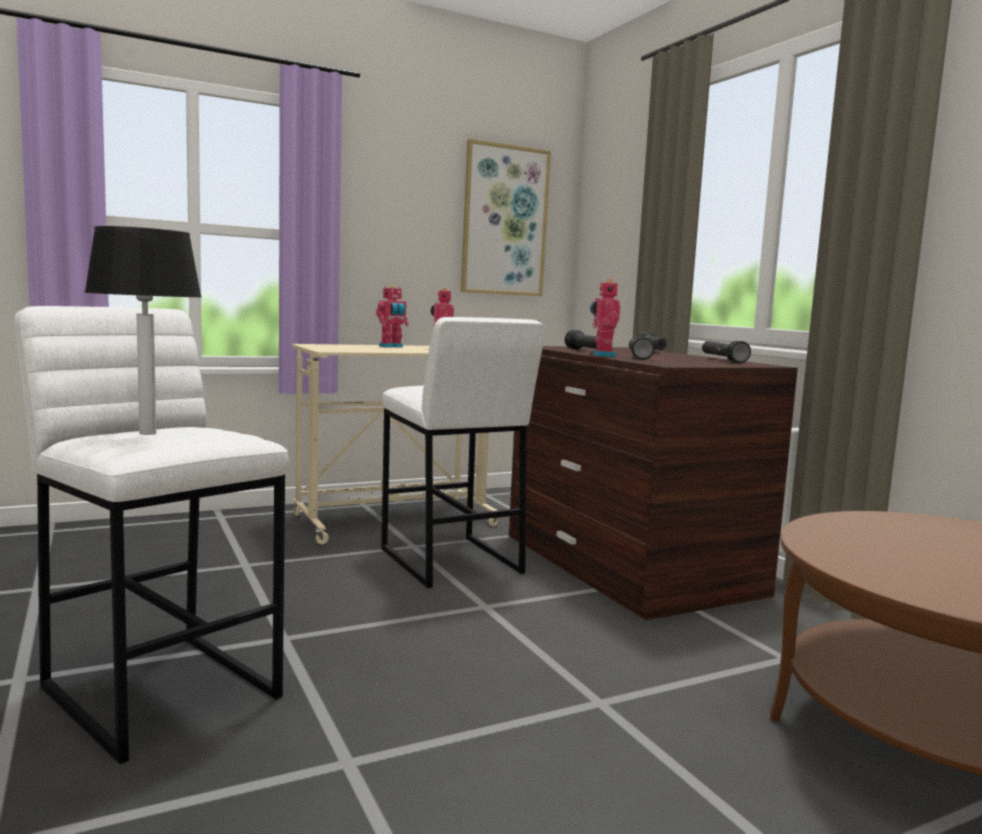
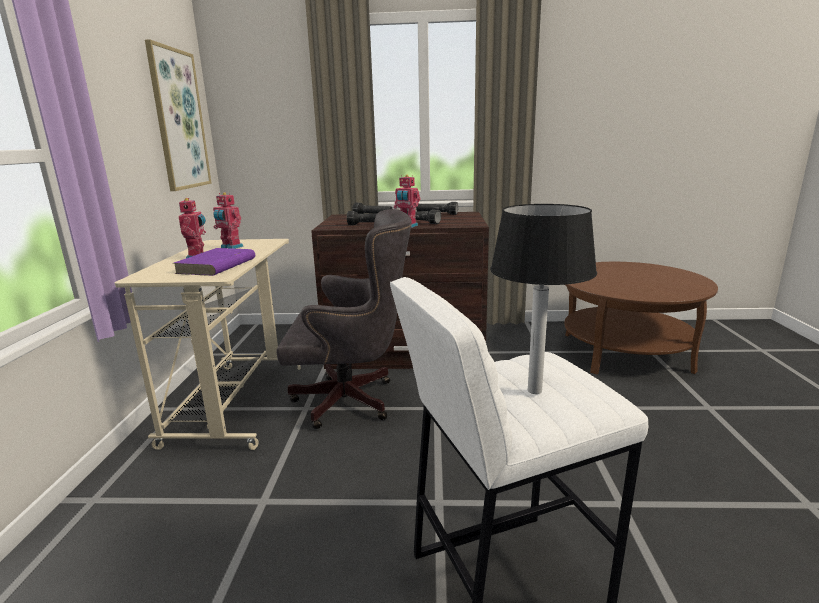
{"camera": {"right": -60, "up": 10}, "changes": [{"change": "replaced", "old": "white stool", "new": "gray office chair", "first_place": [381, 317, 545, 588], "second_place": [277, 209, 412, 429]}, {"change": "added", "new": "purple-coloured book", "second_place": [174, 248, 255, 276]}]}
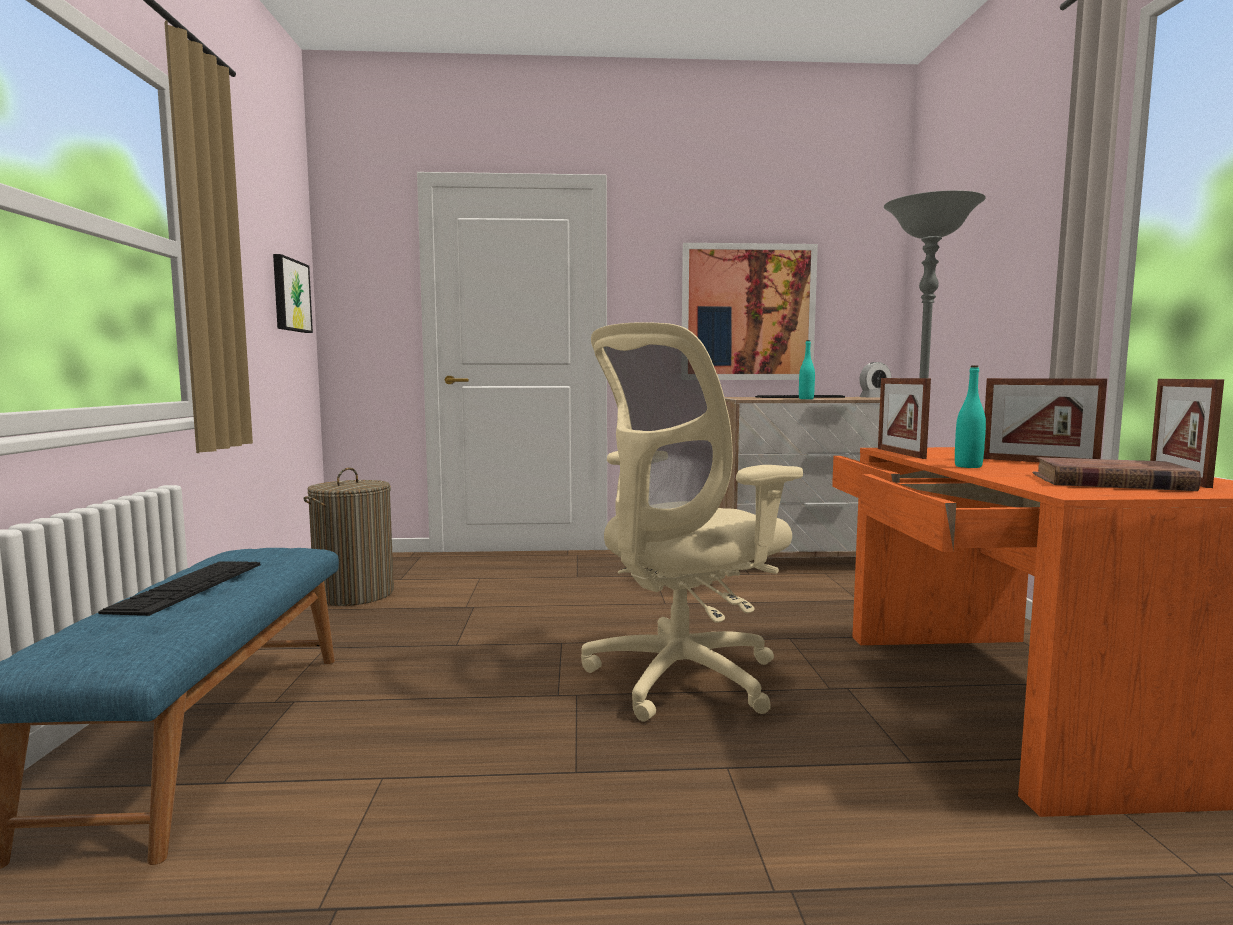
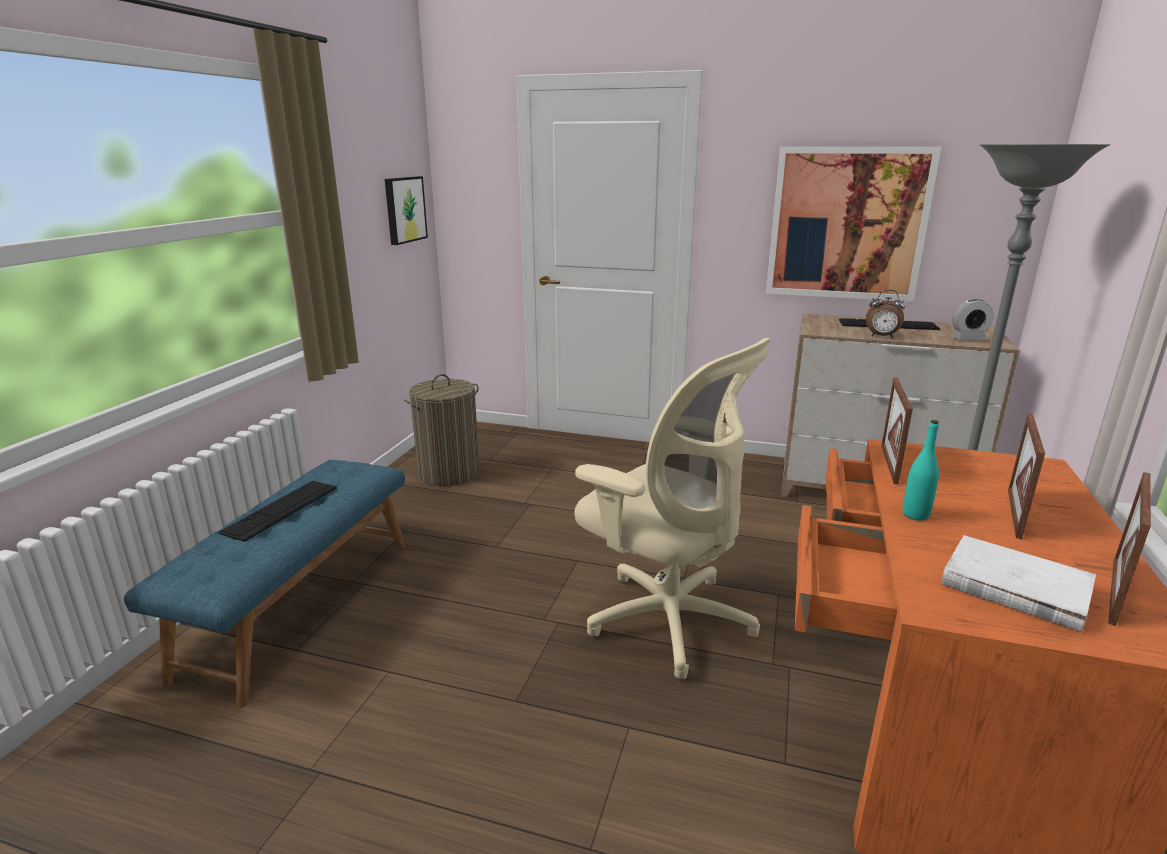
{"camera": {"right": 20, "up": 15}, "changes": [{"change": "turned", "old": "sand-coloured office chair", "first_place": [581, 322, 803, 722], "second_place": [575, 338, 771, 679], "degrees": -120}, {"change": "replaced", "old": "turquoise beverage bottle", "new": "table clock", "first_place": [799, 340, 815, 399], "second_place": [866, 290, 905, 338]}, {"change": "turned", "old": "photo frame", "first_place": [983, 378, 1107, 462], "second_place": [1008, 414, 1045, 539], "degrees": 60}, {"change": "recoloured", "old": "brown-coloured book", "new": "white book", "first_place": [1033, 457, 1201, 491], "second_place": [941, 535, 1096, 632]}]}
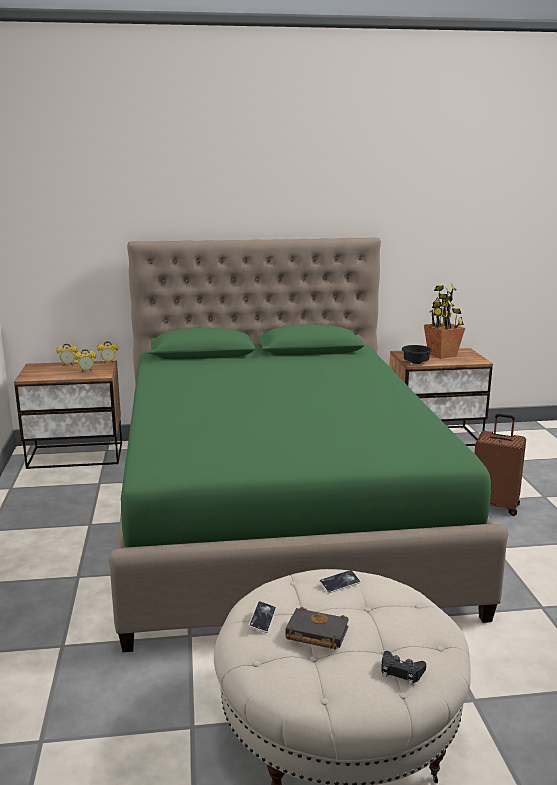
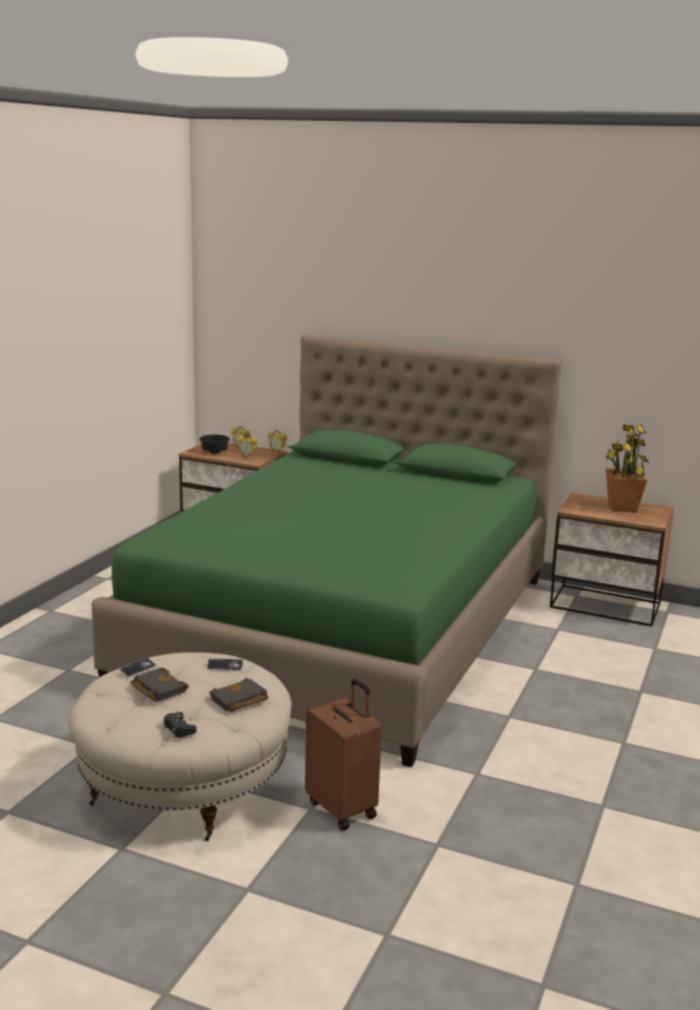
{"camera": {"right": 30, "up": 0}, "changes": [{"change": "moved", "old": "black deep dish", "first_place": [402, 345, 432, 364], "second_place": [199, 435, 230, 454]}, {"change": "moved", "old": "brown-coloured piece of luggage", "first_place": [475, 414, 526, 516], "second_place": [305, 679, 382, 830]}, {"change": "added", "new": "black book", "second_place": [209, 678, 268, 712]}]}
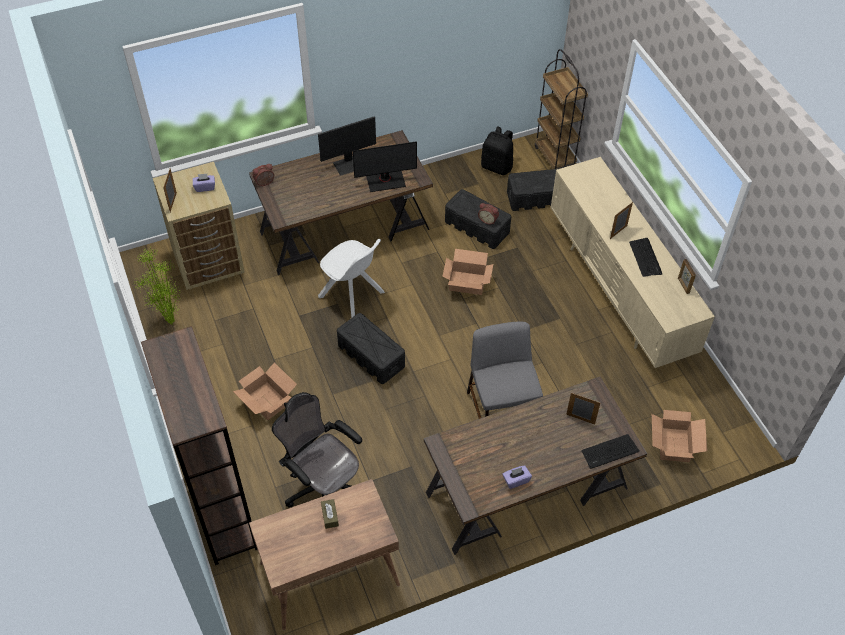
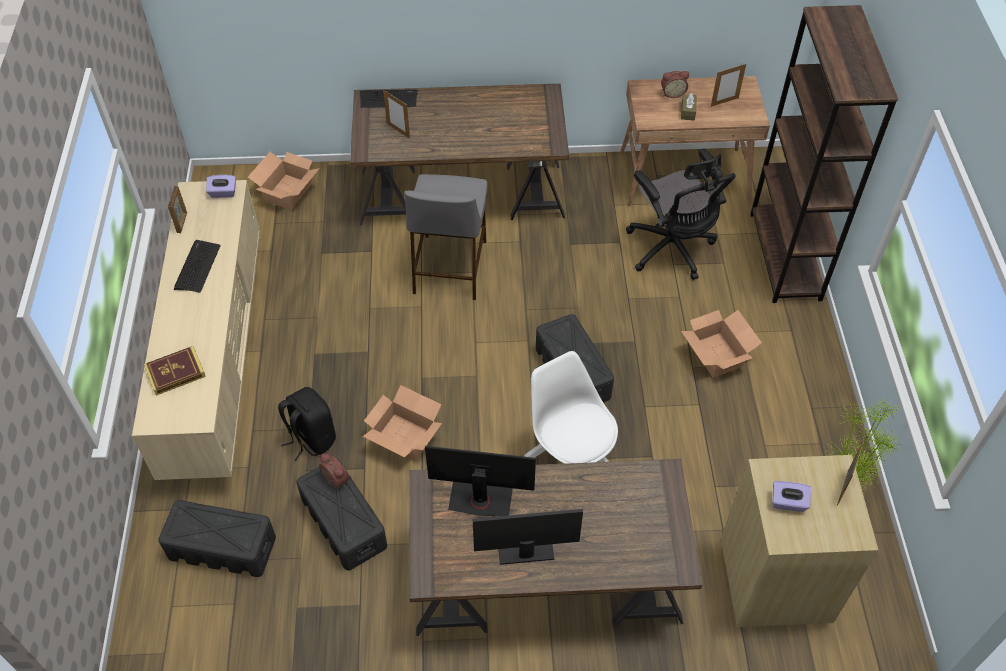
{"camera": {"right": -160, "up": 0}, "changes": [{"change": "moved", "old": "table clock", "first_place": [252, 164, 274, 186], "second_place": [661, 71, 689, 98]}, {"change": "moved", "old": "black rucksack", "first_place": [481, 126, 513, 175], "second_place": [278, 387, 336, 461]}, {"change": "moved", "old": "purple-coloured tissue box", "first_place": [503, 465, 532, 489], "second_place": [206, 175, 236, 198]}, {"change": "removed", "old": "brown-coloured trolley", "first_place": [535, 49, 588, 169]}, {"change": "moved", "old": "photo frame", "first_place": [610, 202, 633, 239], "second_place": [711, 64, 746, 107]}, {"change": "added", "new": "book", "second_place": [144, 346, 206, 396]}]}
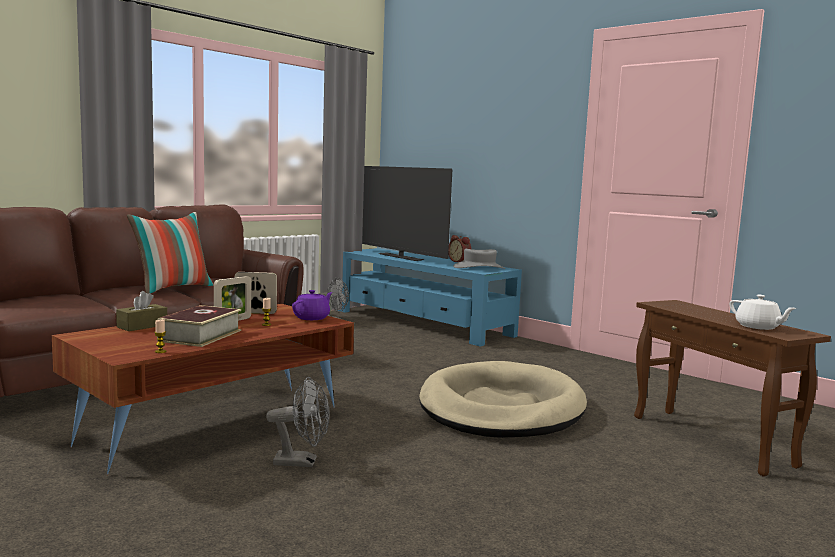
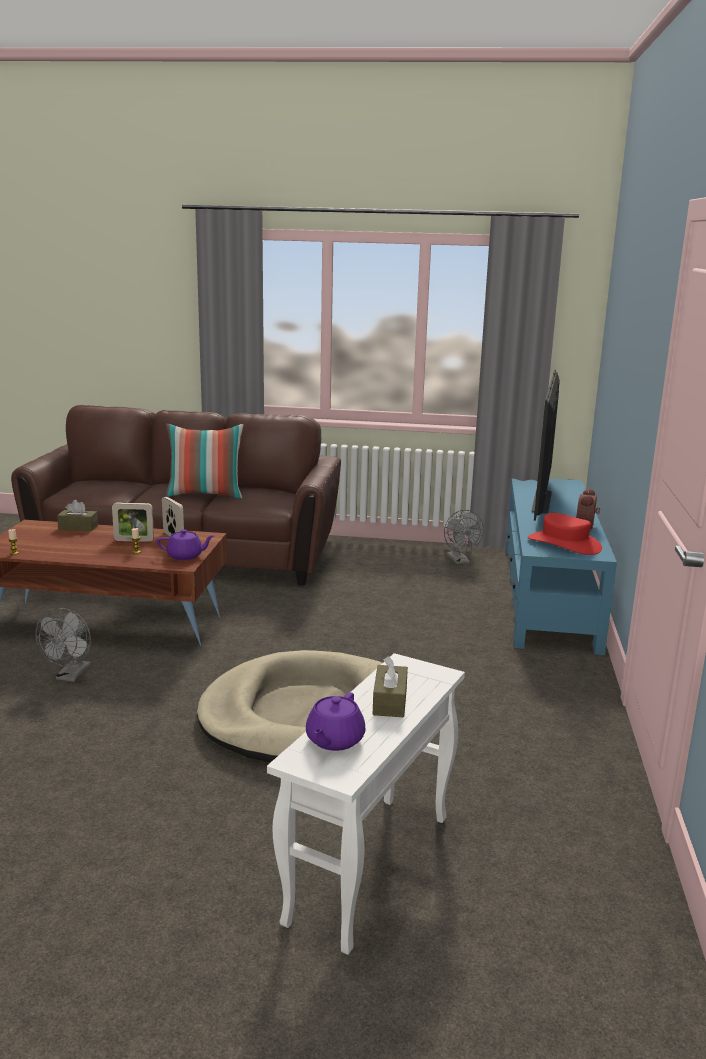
{"camera": {"right": 55, "up": 10}, "changes": [{"change": "removed", "old": "book", "first_place": [157, 305, 241, 347]}, {"change": "turned", "old": "gray electric fan", "first_place": [266, 377, 330, 467], "second_place": [35, 608, 91, 682], "degrees": 45}, {"change": "recoloured", "old": "gray hat", "new": "reddish hat", "first_place": [453, 249, 506, 269], "second_place": [528, 513, 602, 555]}, {"change": "recoloured", "old": "brown-coloured accent table", "new": "white accent table", "first_place": [634, 300, 831, 477], "second_place": [267, 653, 465, 955]}, {"change": "recoloured", "old": "white tea pot", "new": "purple-coloured tea pot", "first_place": [730, 295, 797, 330], "second_place": [306, 692, 366, 751]}, {"change": "added", "new": "brown-coloured tissue box", "second_place": [373, 656, 408, 717]}]}
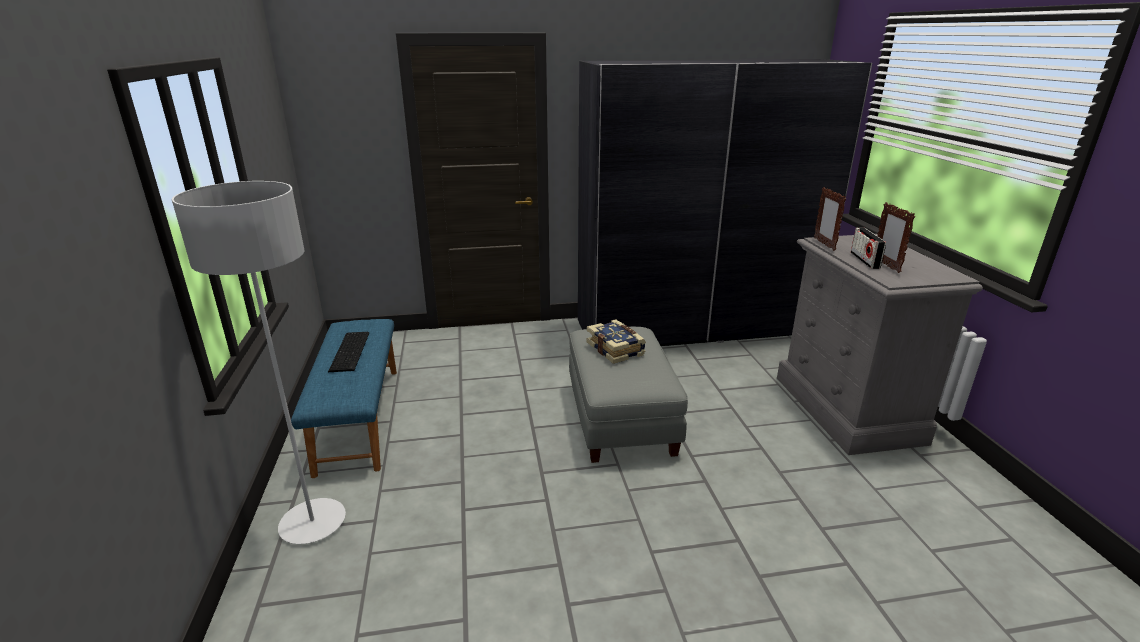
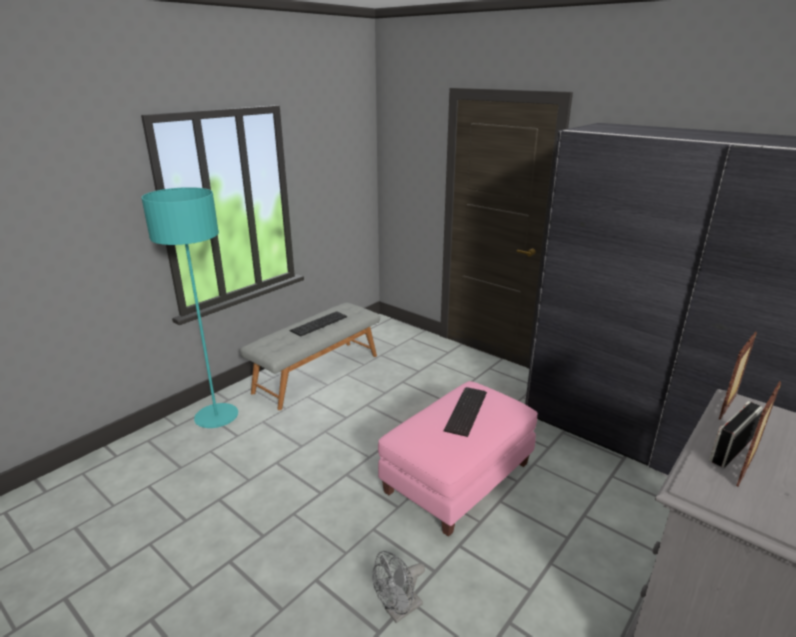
{"camera": {"right": 50, "up": 0}, "changes": [{"change": "recoloured", "old": "gray standing lamp", "new": "turquoise standing lamp", "first_place": [172, 181, 346, 544], "second_place": [141, 187, 238, 428]}, {"change": "recoloured", "old": "blue bench", "new": "gray bench", "first_place": [291, 319, 397, 478], "second_place": [240, 302, 380, 410]}, {"change": "recoloured", "old": "gray footrest", "new": "pink footrest", "first_place": [569, 327, 688, 463], "second_place": [378, 381, 538, 537]}, {"change": "replaced", "old": "book", "new": "keyboard", "first_place": [586, 319, 646, 364], "second_place": [443, 387, 487, 437]}, {"change": "added", "new": "gray electric fan", "second_place": [372, 551, 425, 623]}]}
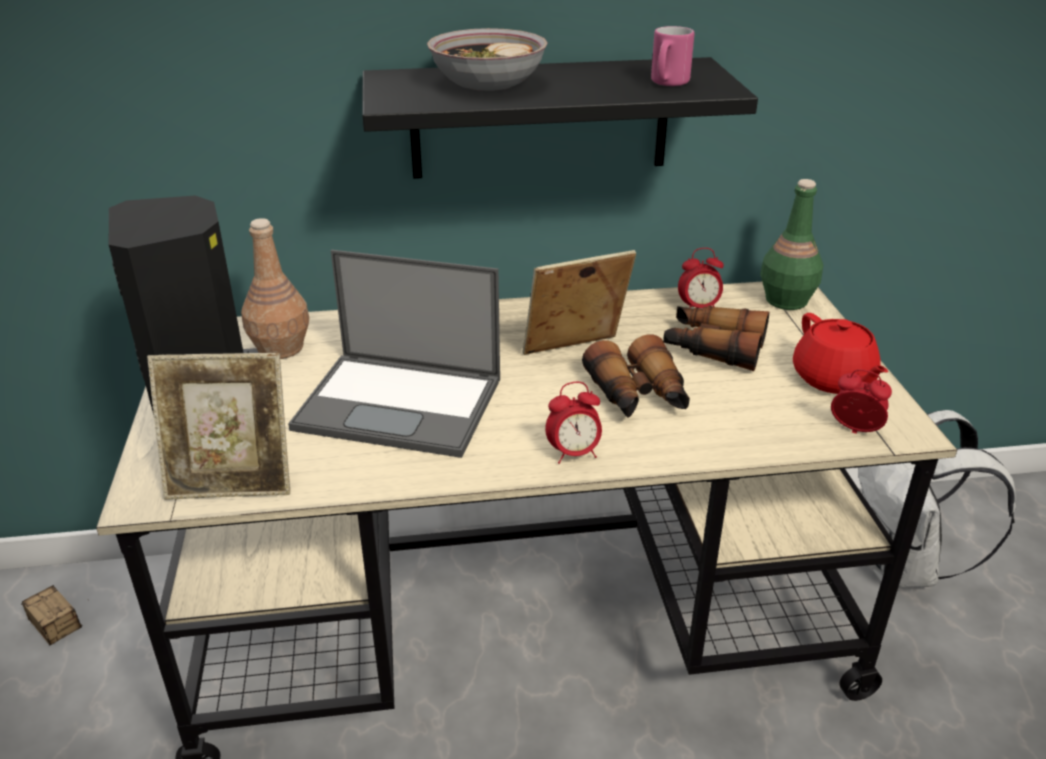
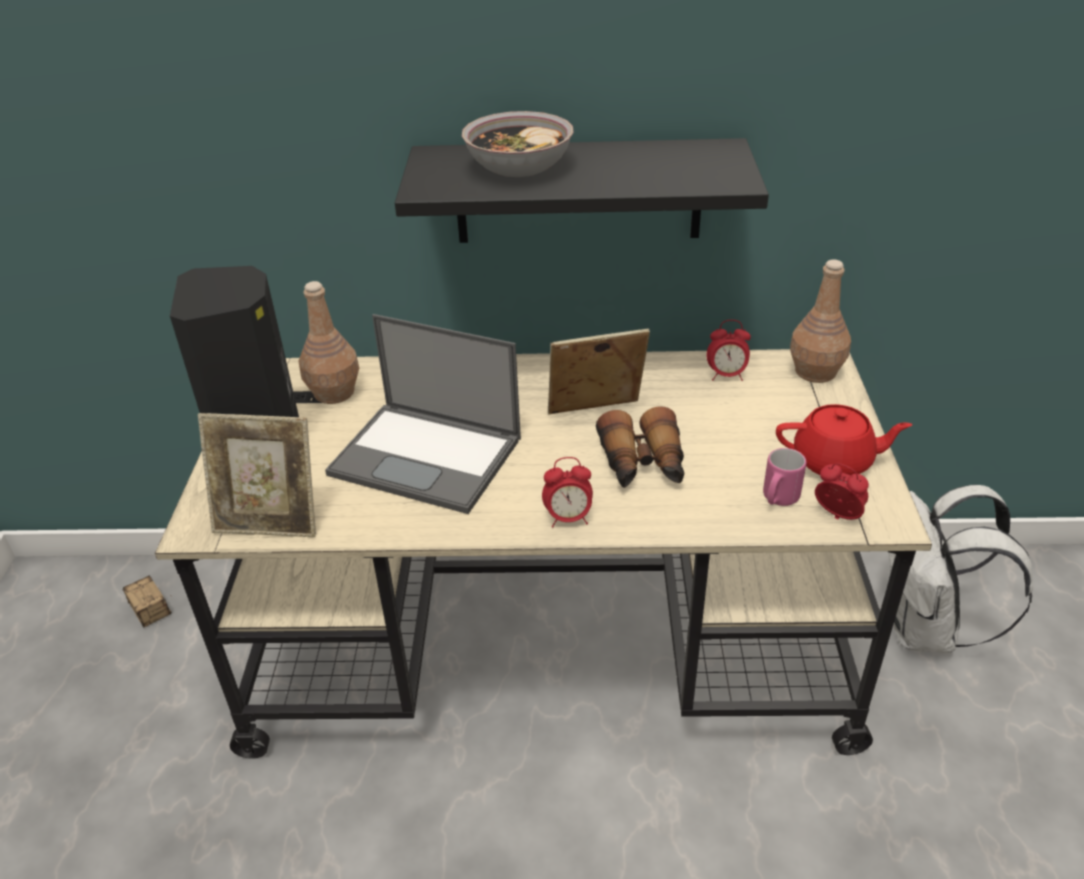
{"camera": {"right": 10, "up": 5}, "changes": [{"change": "moved", "old": "pink coffee mug", "first_place": [651, 26, 694, 86], "second_place": [763, 448, 806, 506]}, {"change": "removed", "old": "binoculars", "first_place": [663, 306, 769, 371]}, {"change": "recoloured", "old": "green-coloured beverage bottle", "new": "brown-coloured beverage bottle", "first_place": [760, 179, 823, 310], "second_place": [790, 260, 851, 383]}, {"change": "turned", "old": "reddish tea pot", "first_place": [793, 313, 888, 394], "second_place": [776, 404, 912, 475], "degrees": -75}]}
